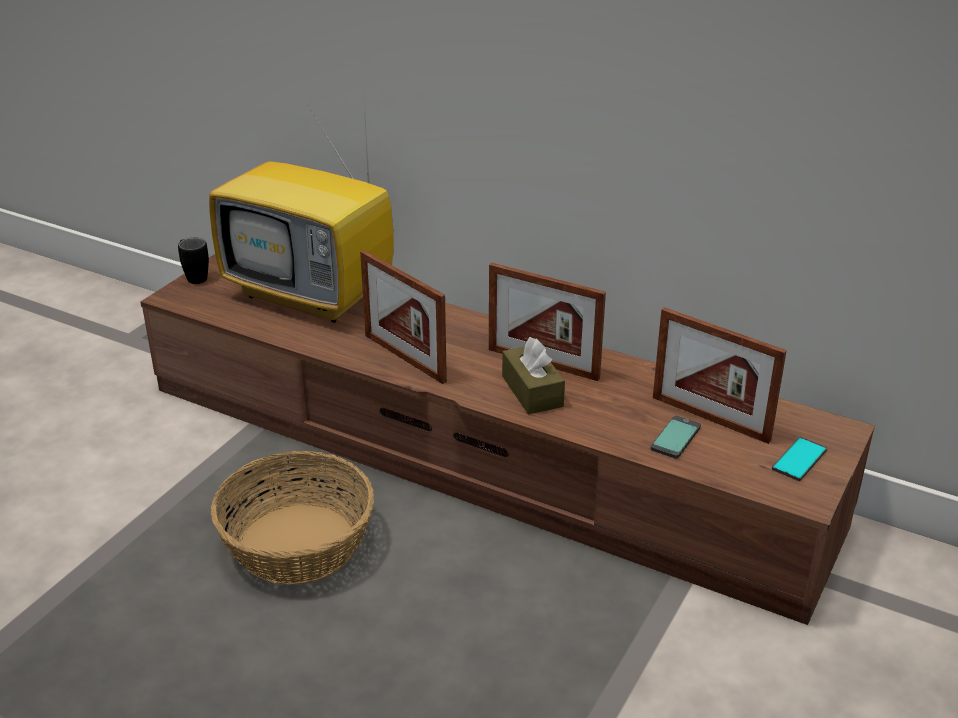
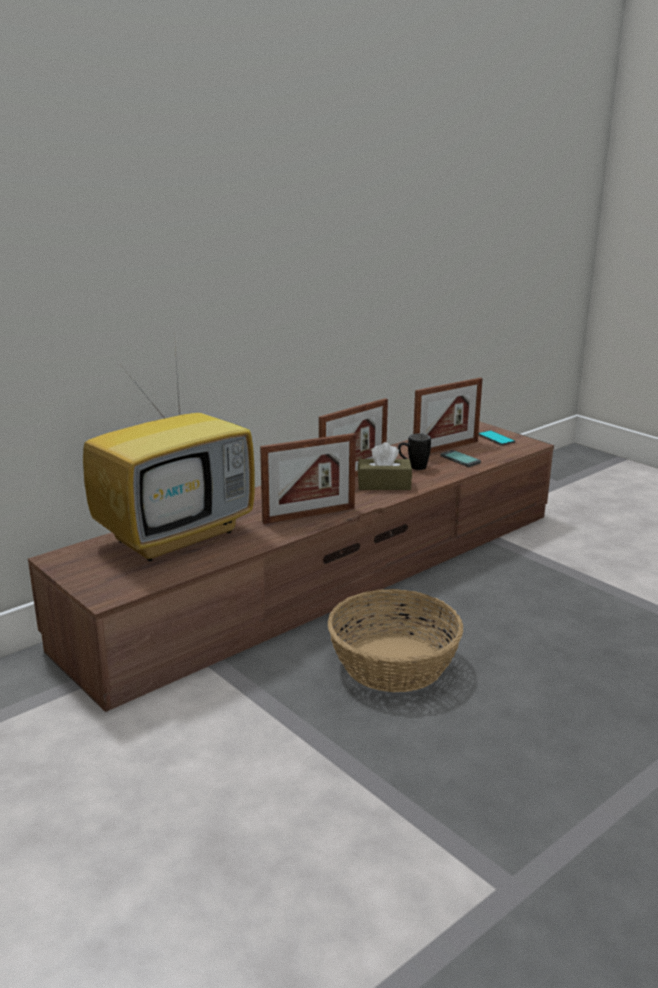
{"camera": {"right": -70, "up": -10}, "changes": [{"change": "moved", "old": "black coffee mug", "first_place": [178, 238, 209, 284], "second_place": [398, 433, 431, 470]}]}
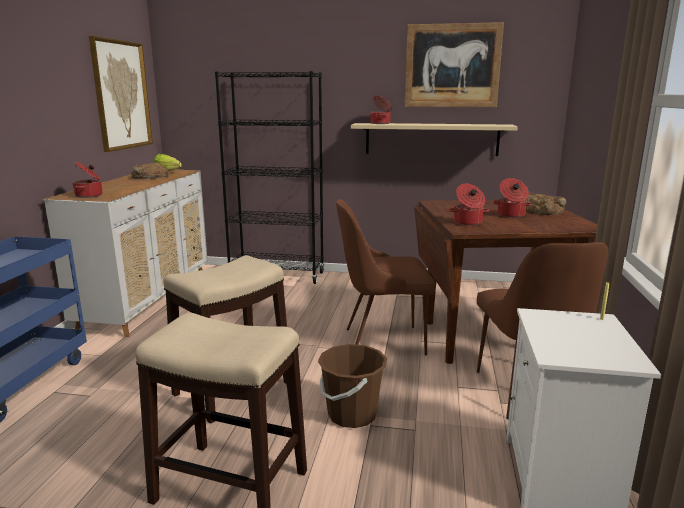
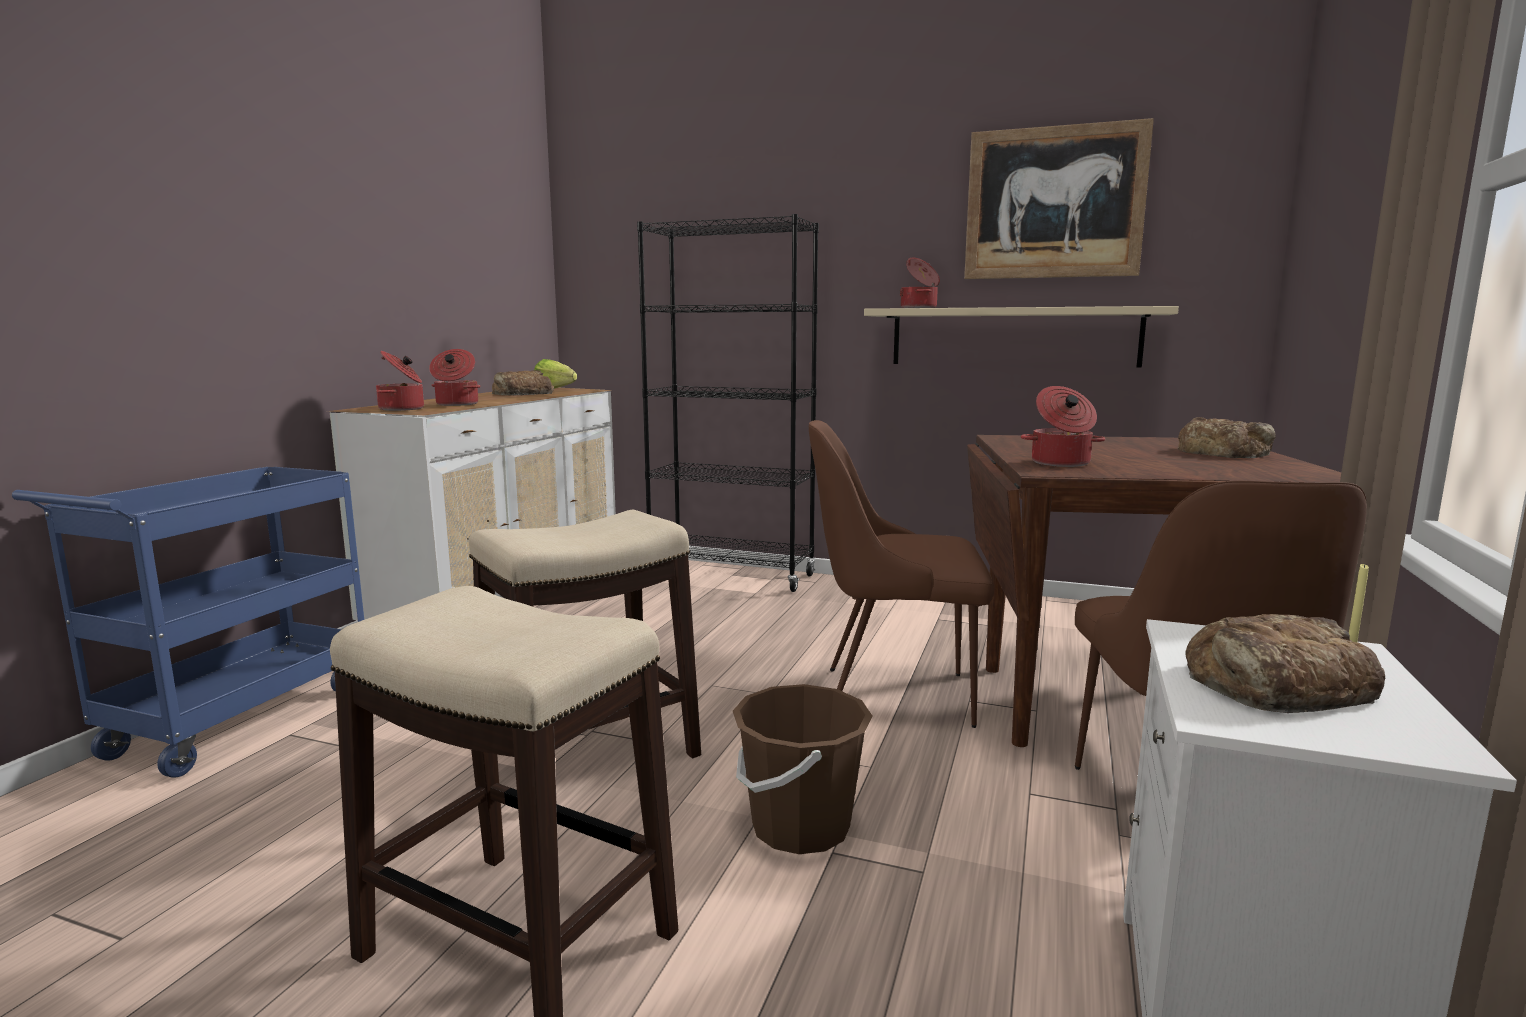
{"camera": {"right": 10, "up": -5}, "changes": [{"change": "removed", "old": "wall picture", "first_place": [89, 36, 153, 152]}, {"change": "moved", "old": "cooking pot", "first_place": [492, 178, 532, 218], "second_place": [429, 349, 481, 406]}, {"change": "added", "new": "baked bread", "second_place": [1186, 614, 1385, 713]}]}
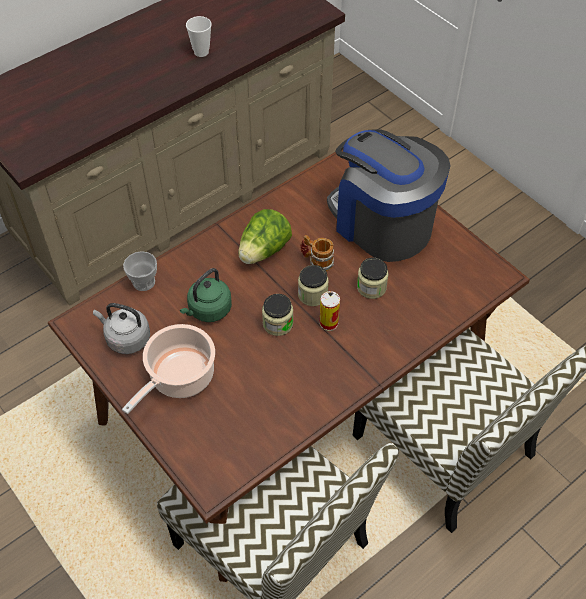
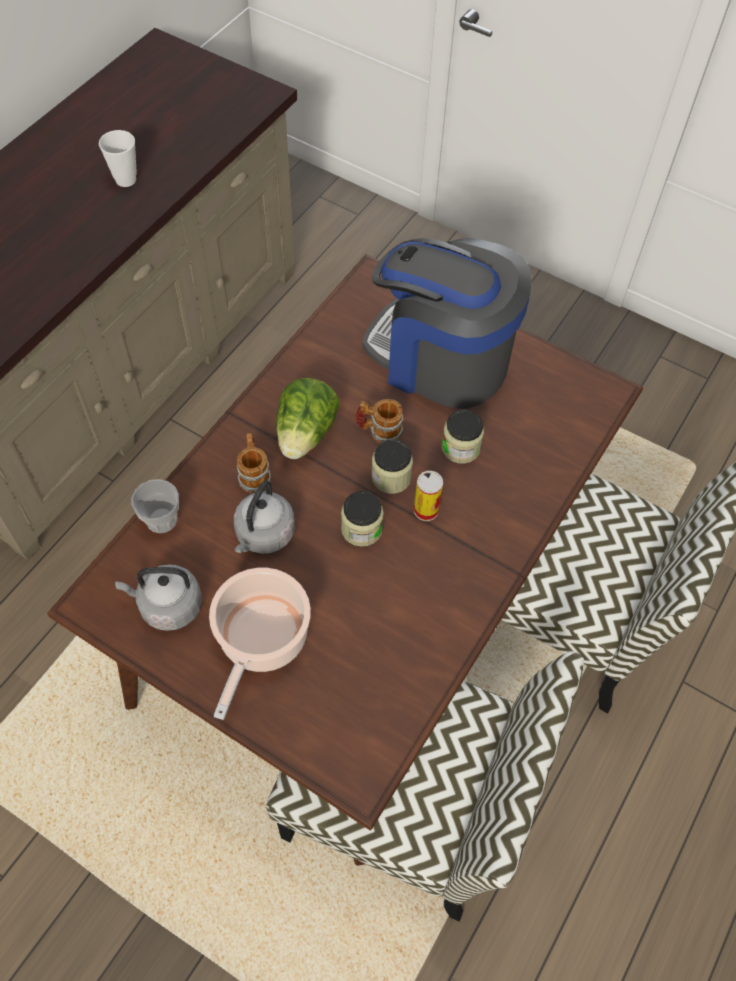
{"camera": {"right": -20, "up": 5}, "changes": [{"change": "recoloured", "old": "green-coloured kettle", "new": "gray kettle", "first_place": [180, 268, 232, 322], "second_place": [234, 480, 295, 554]}, {"change": "added", "new": "coffee mug", "second_place": [237, 433, 271, 494]}]}
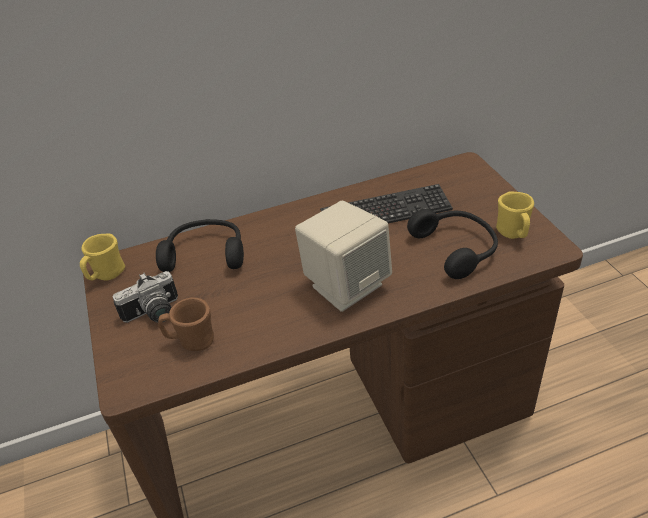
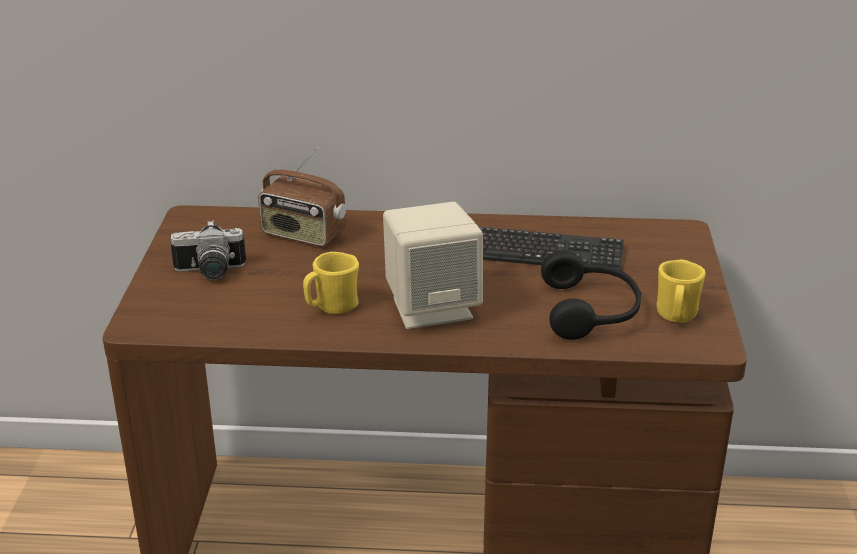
{"camera": {"right": 20, "up": -10}, "changes": [{"change": "moved", "old": "yellow-coloured coffee mug", "first_place": [80, 234, 125, 281], "second_place": [303, 252, 359, 314]}, {"change": "replaced", "old": "black pair of headphones", "new": "radio receiver", "first_place": [156, 219, 244, 272], "second_place": [258, 147, 346, 247]}, {"change": "removed", "old": "brown-coloured coffee mug", "first_place": [158, 297, 214, 351]}]}
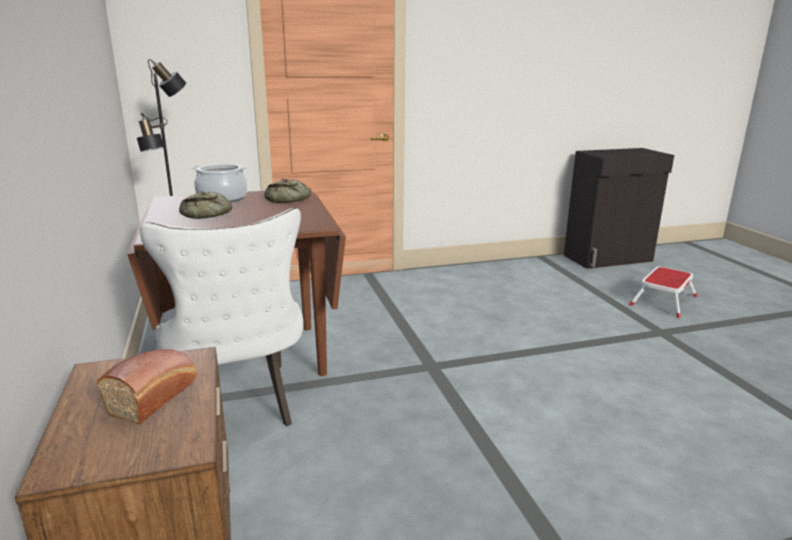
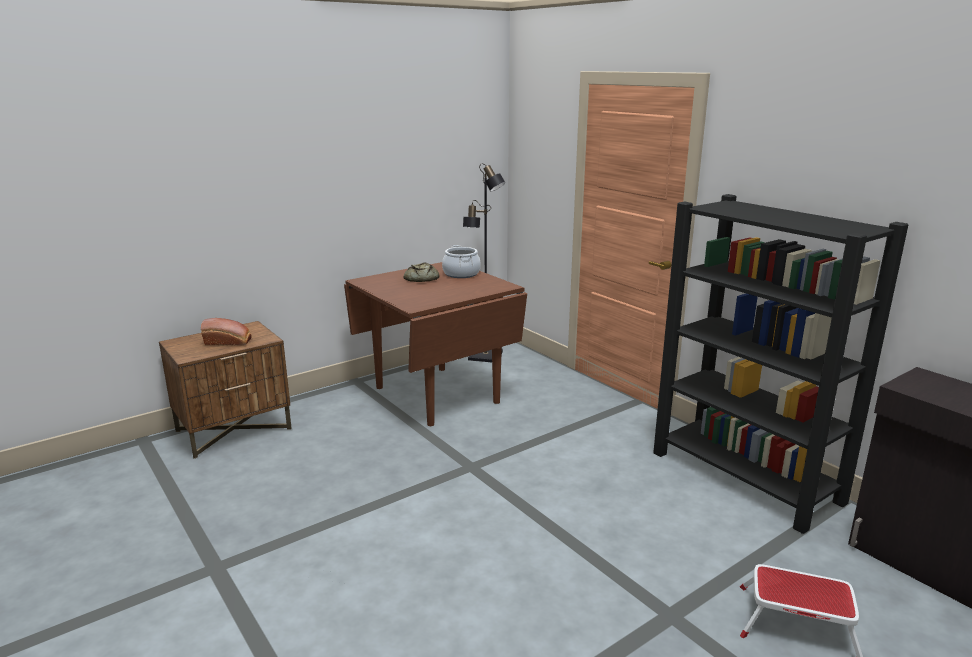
{"camera": {"right": 70, "up": 0}, "changes": [{"change": "removed", "old": "white plain chair", "first_place": [140, 208, 303, 426]}, {"change": "removed", "old": "baked bread", "first_place": [264, 179, 311, 203]}, {"change": "added", "new": "black bookcase", "second_place": [653, 194, 908, 534]}]}
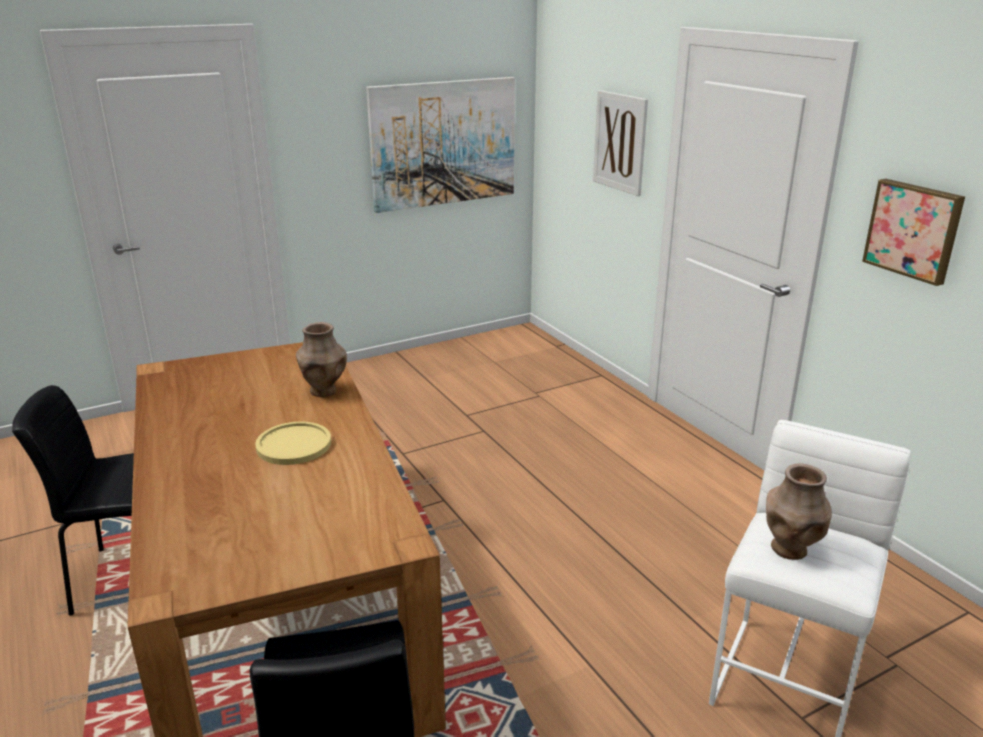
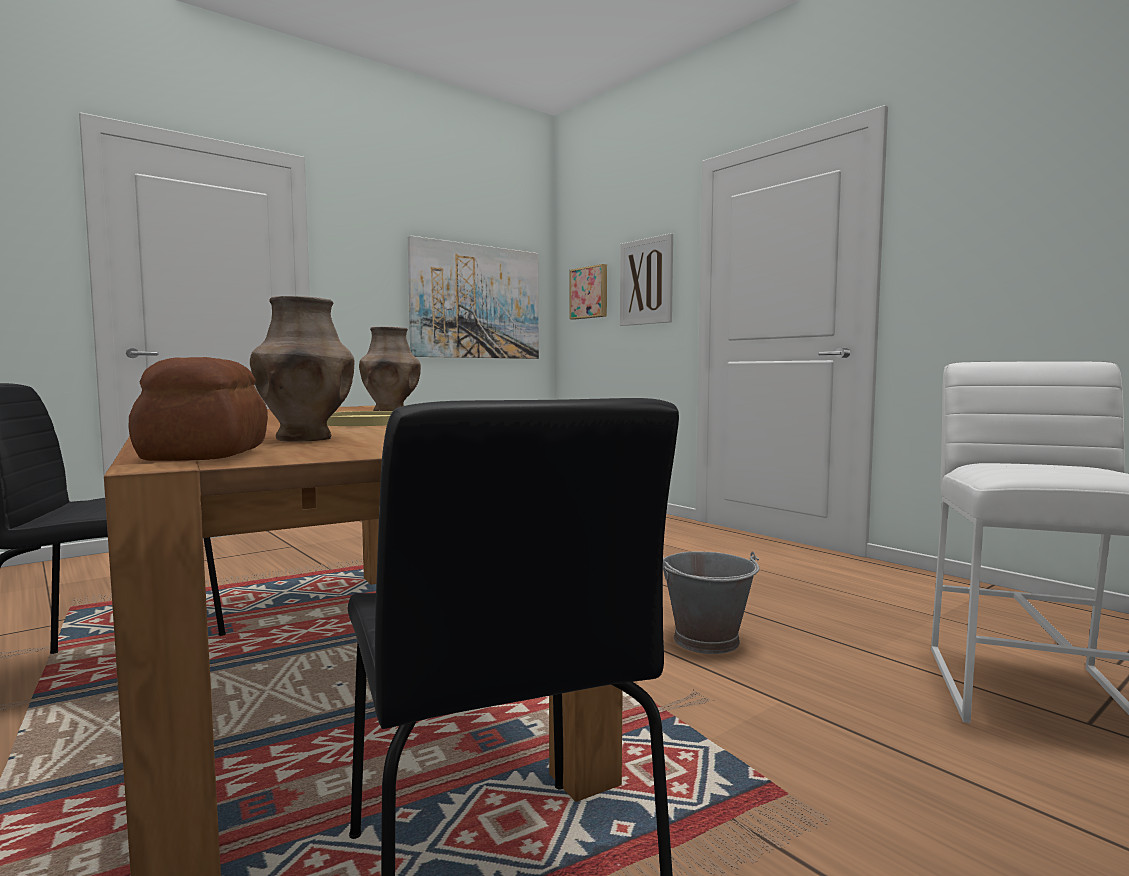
{"camera": {"right": -10, "up": -20}, "changes": [{"change": "moved", "old": "brown-coloured vase", "first_place": [766, 463, 832, 560], "second_place": [250, 296, 354, 442]}, {"change": "moved", "old": "wall picture", "first_place": [862, 179, 965, 286], "second_place": [570, 264, 607, 320]}, {"change": "added", "new": "baked bread", "second_place": [128, 357, 268, 461]}, {"change": "added", "new": "gray pail", "second_place": [663, 552, 760, 654]}]}
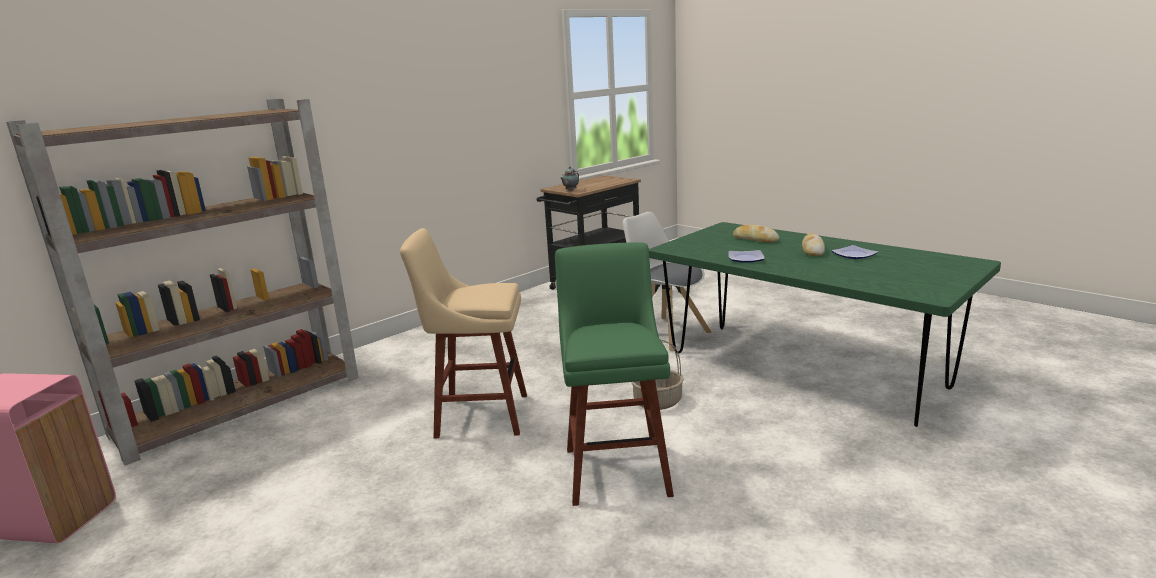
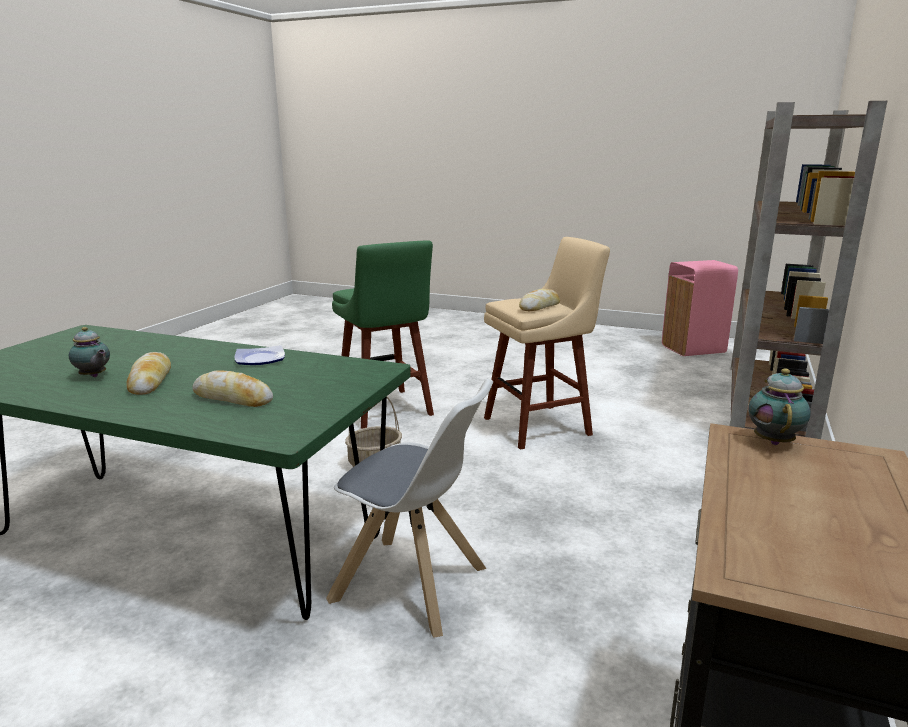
{"camera": {"right": 155, "up": 0}, "changes": [{"change": "replaced", "old": "dinner plate", "new": "tea pot", "first_place": [831, 245, 878, 259], "second_place": [69, 327, 110, 377]}, {"change": "added", "new": "baked bread", "second_place": [519, 289, 560, 311]}]}
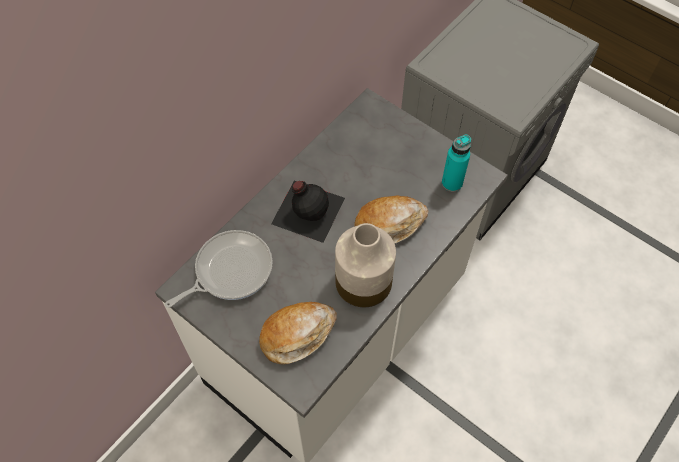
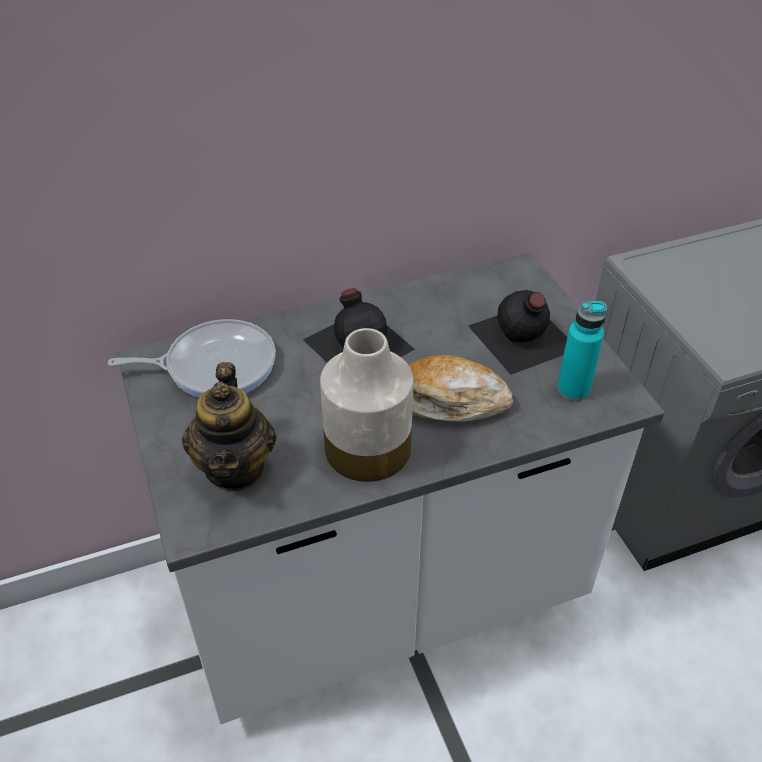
{"camera": {"right": 30, "up": -15}, "changes": [{"change": "replaced", "old": "baked bread", "new": "tea pot", "first_place": [259, 302, 337, 364], "second_place": [182, 362, 276, 491]}, {"change": "added", "new": "black beverage bottle", "second_place": [468, 290, 567, 375]}]}
